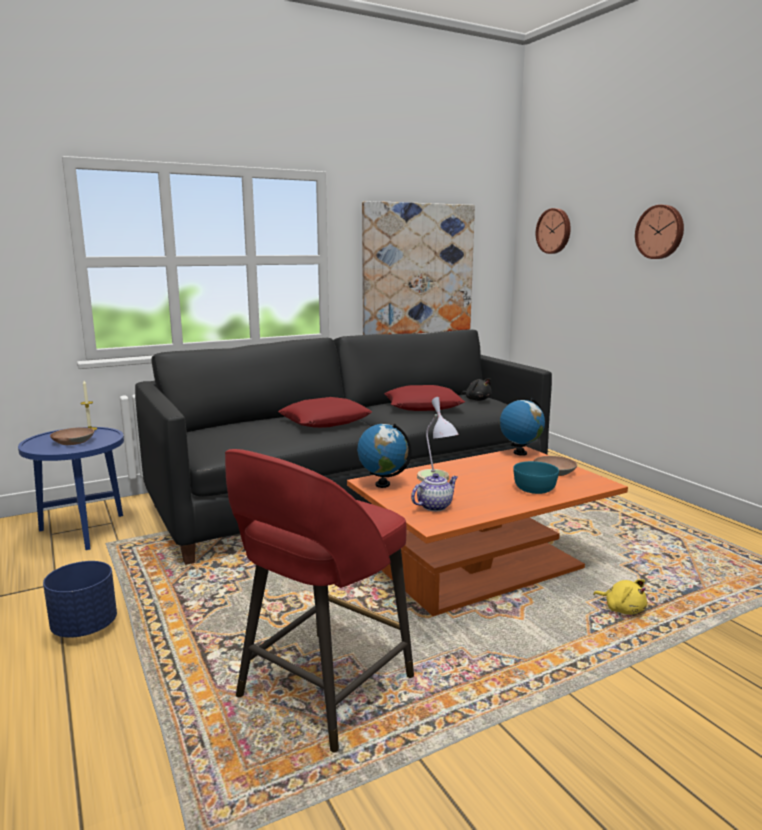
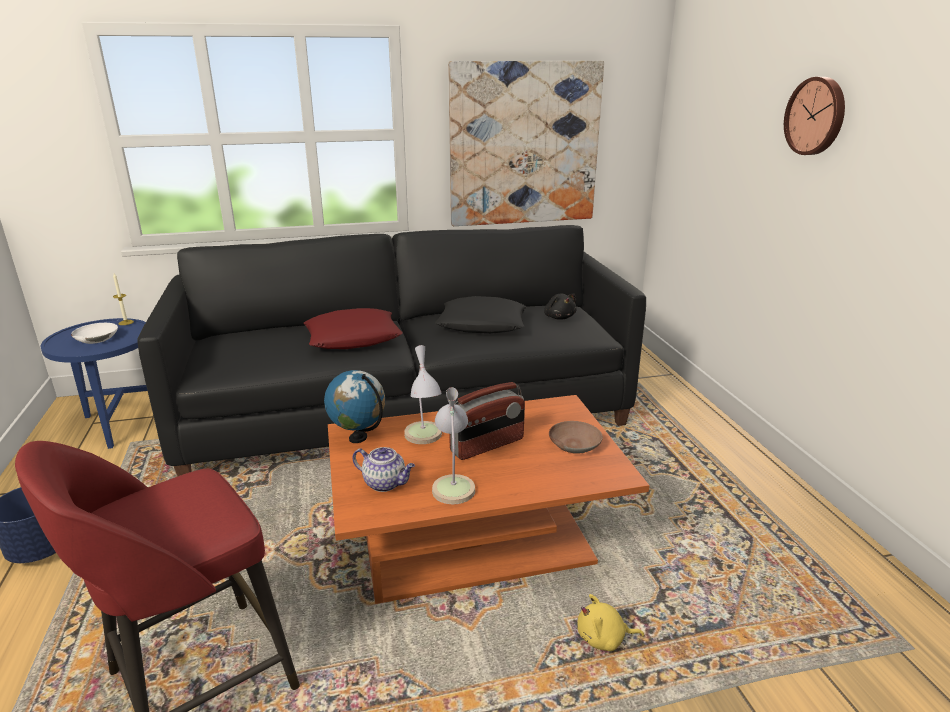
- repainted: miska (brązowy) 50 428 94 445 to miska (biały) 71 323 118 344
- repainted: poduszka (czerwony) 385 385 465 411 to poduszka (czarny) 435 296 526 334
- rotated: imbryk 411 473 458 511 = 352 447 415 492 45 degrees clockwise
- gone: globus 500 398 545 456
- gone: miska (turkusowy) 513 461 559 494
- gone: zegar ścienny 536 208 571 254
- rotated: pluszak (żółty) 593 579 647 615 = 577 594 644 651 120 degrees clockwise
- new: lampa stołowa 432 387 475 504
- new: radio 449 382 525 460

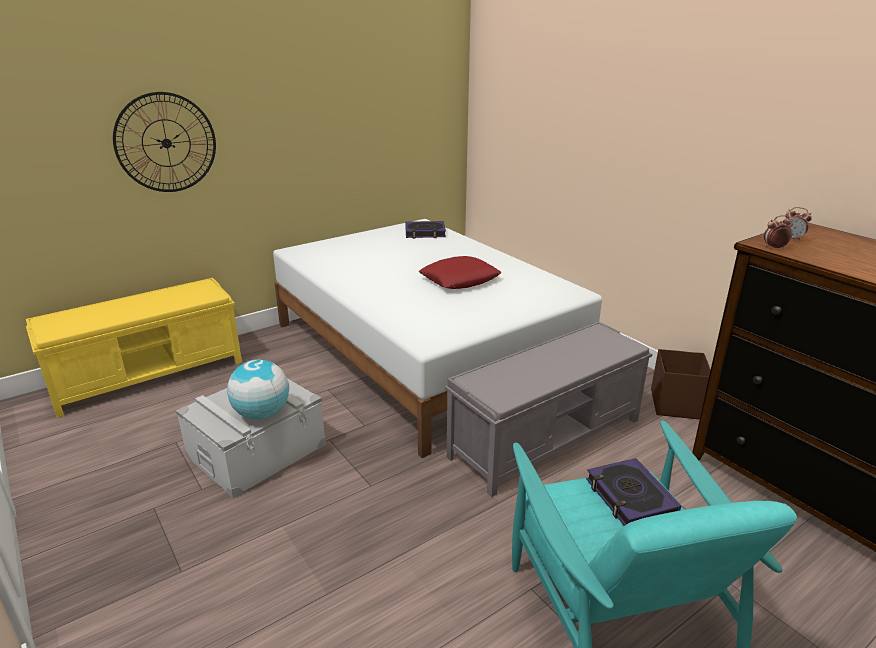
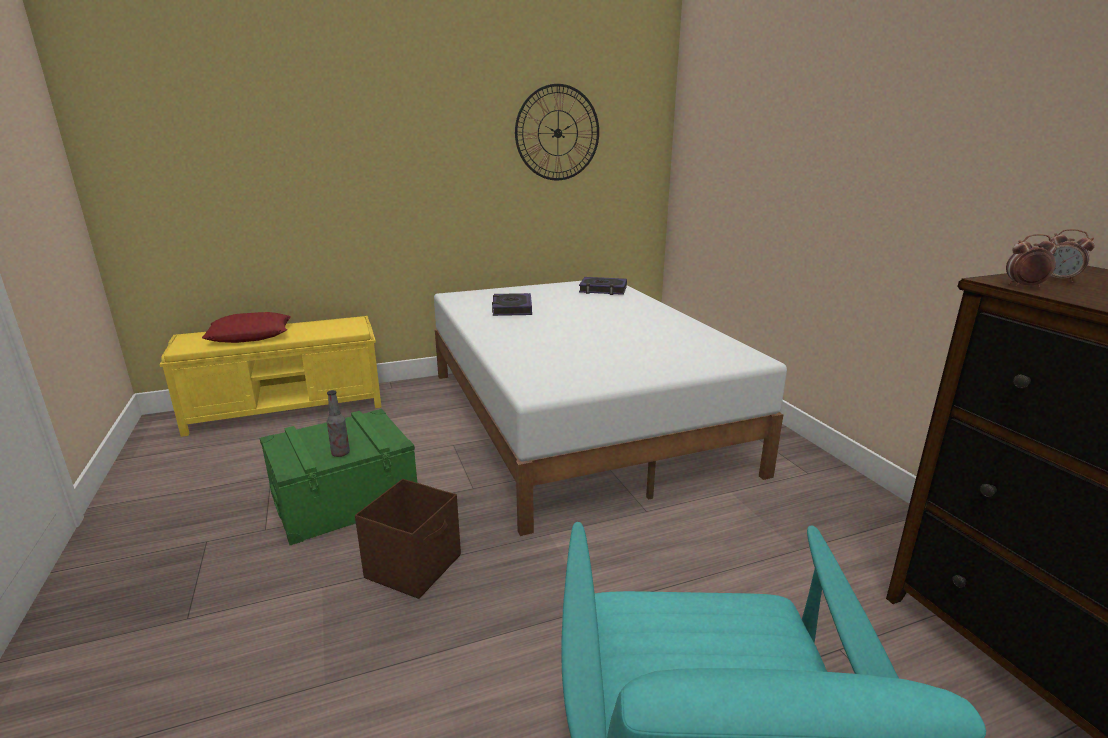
- shifted: zegar ścienny 113 92 216 192 to 515 84 599 180
- repainted: pojemnik do przechowywania (szary) 176 378 326 498 to pojemnik do przechowywania (zielony) 260 409 417 545
- swapped: globus 227 360 289 420 to butelka 327 390 350 457
- shifted: poduszka (czerwony) 419 256 502 289 to 202 312 291 343
- gone: ławka (szary) 445 322 652 497
- shifted: książka 586 458 682 526 to 492 293 532 316
- shifted: pojemnik do przechowywania (brązowy) 651 349 711 420 to 355 479 461 599

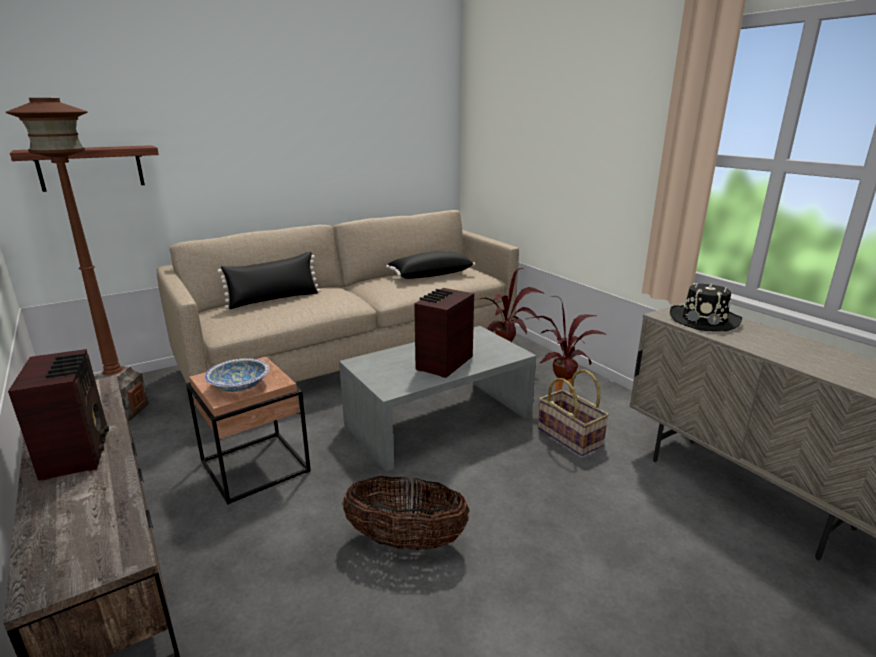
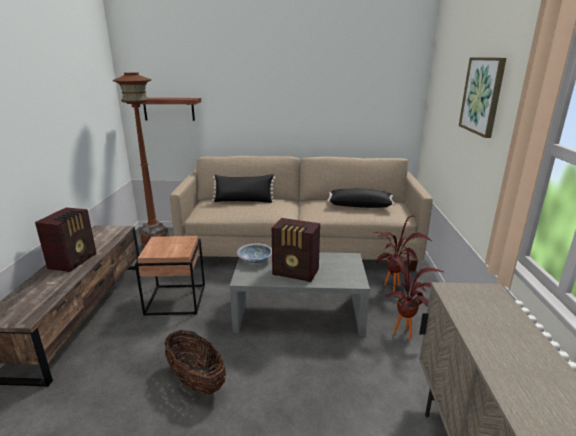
- shifted: miska 205 358 269 392 to 237 244 272 264
- rotated: radio 414 288 474 378 = 272 218 320 282 135 degrees counterclockwise
- gone: koszyk 538 369 609 456
- gone: kapelusz (czarny) 670 282 742 331
- new: obraz 459 57 506 138

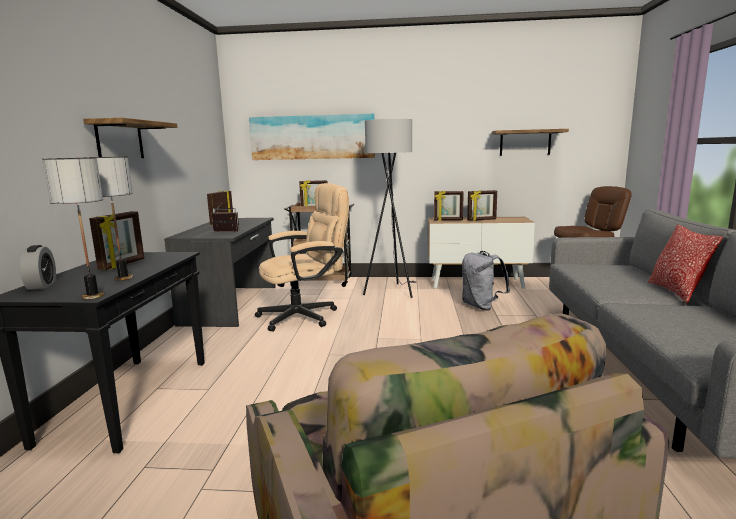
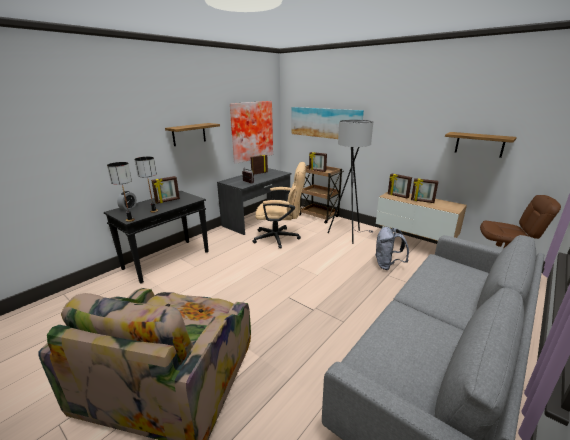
- gone: poduszka 648 225 723 303
- new: obraz 230 101 273 164

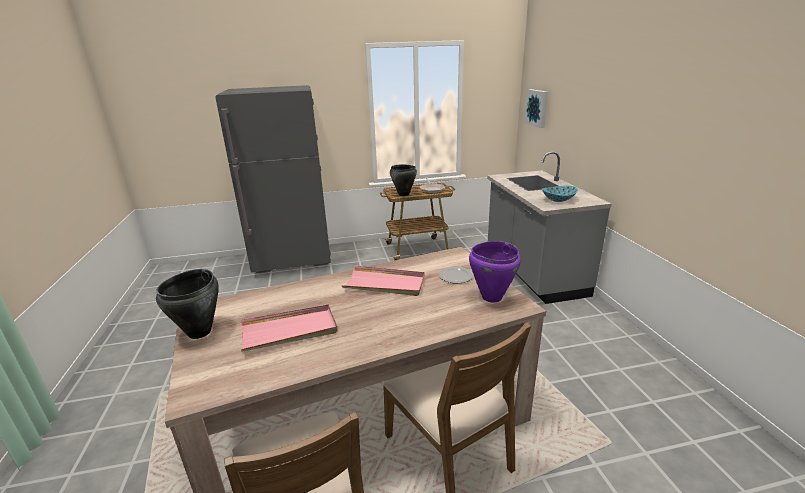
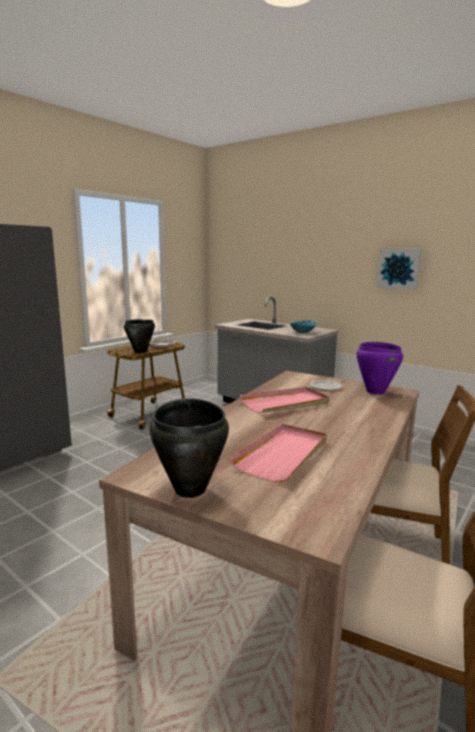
- shifted: obraz 525 89 548 128 to 377 248 422 290

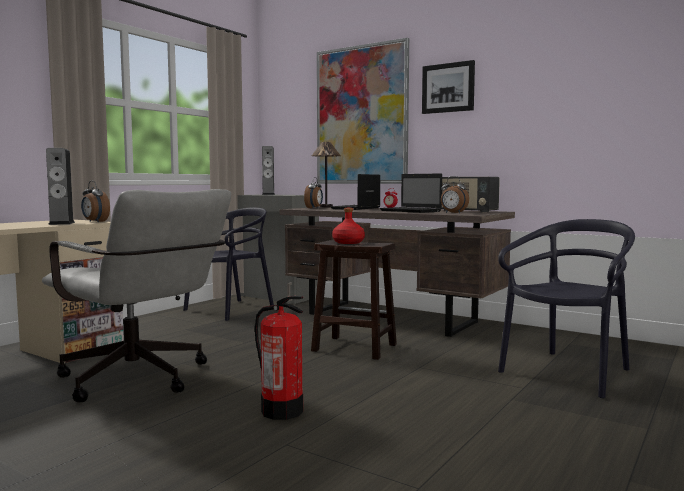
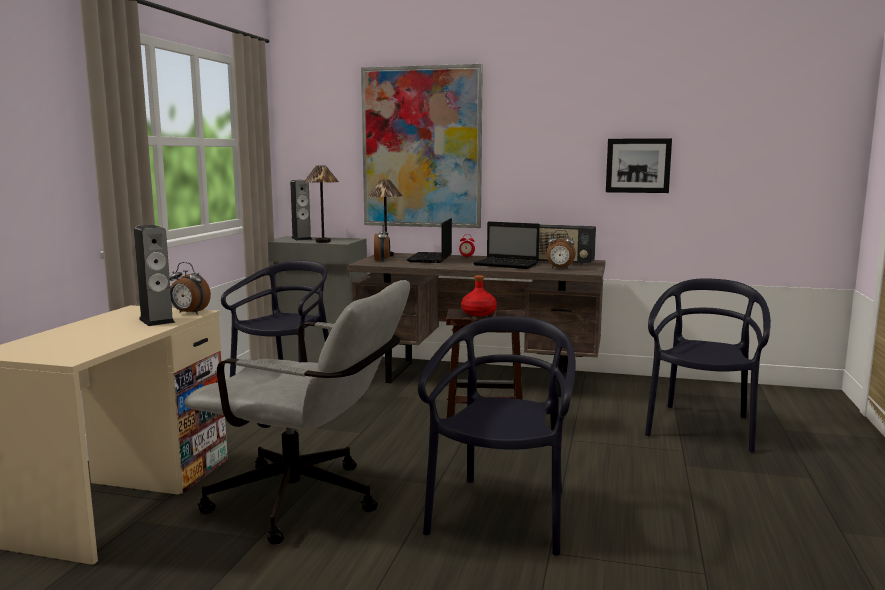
- swapped: gaśnica 255 296 303 420 to krzesło (czarny) 418 316 576 556
- shifted: obraz 422 60 475 114 to 606 138 672 193
- new: lampa stołowa 304 166 339 243

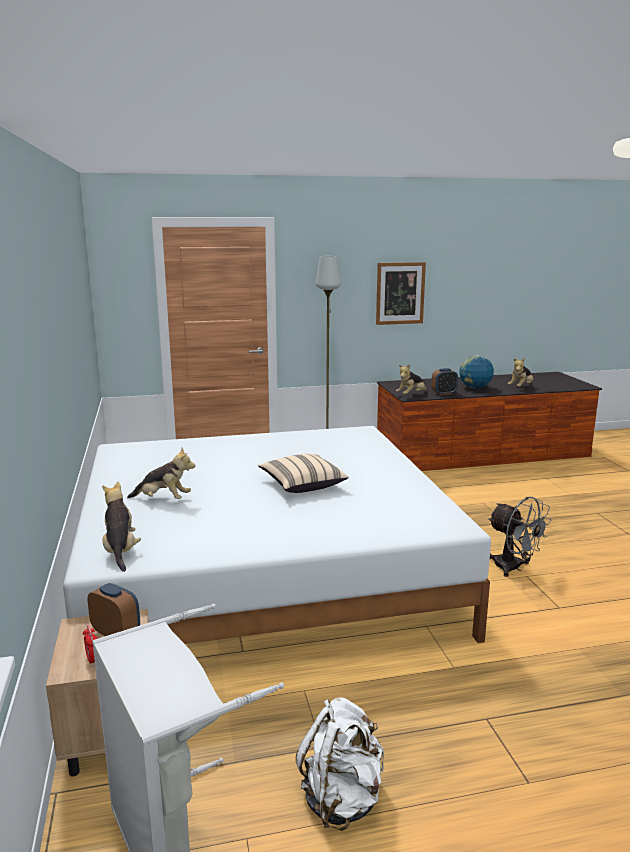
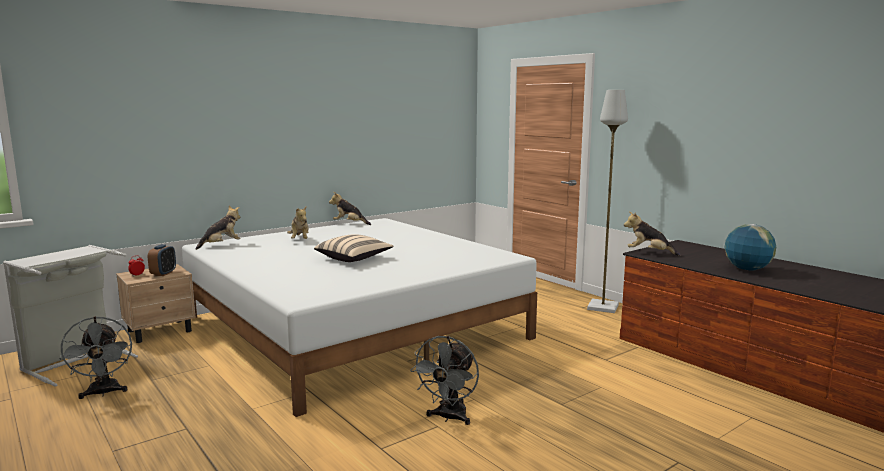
- swapped: plecak (biały) 296 697 384 831 to wentylator (szary) 60 316 132 399
- gone: obraz 376 262 426 325
- gone: budzik 431 368 458 395
- shifted: pluszak 508 358 533 387 to 329 192 371 225

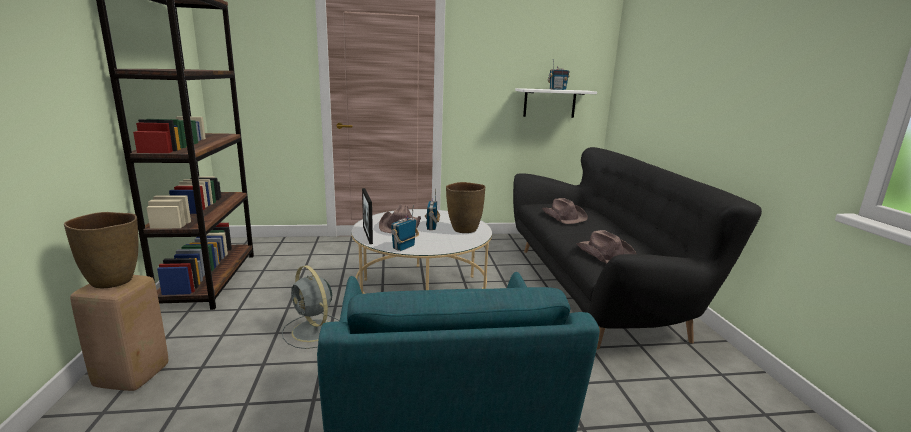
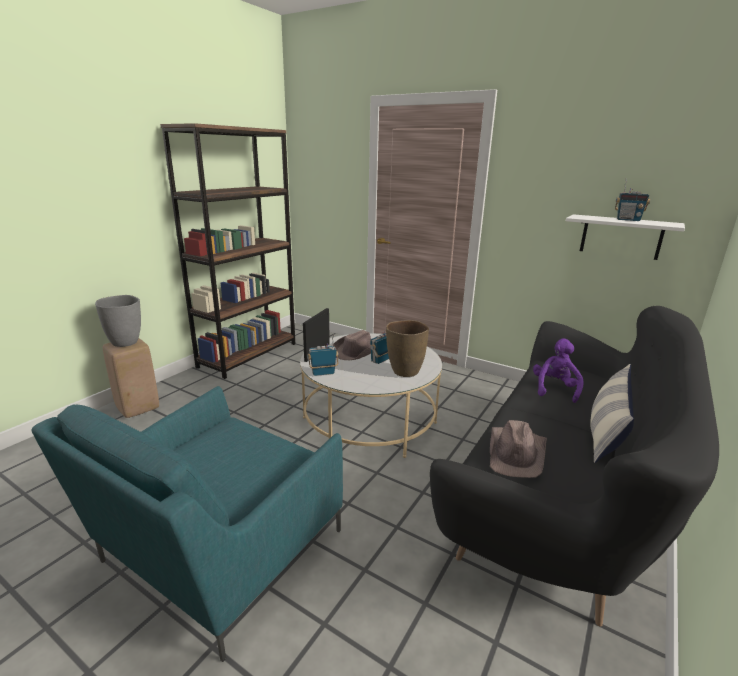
- repainted: wazon (brązowy) 64 212 138 288 to wazon (szary) 95 295 141 347
- gone: wentylator (szary) 282 265 340 349
- swapped: kapelusz (brązowy) 542 198 588 224 to pluszak (fioletowy) 533 338 584 403
- new: poduszka 590 364 634 463

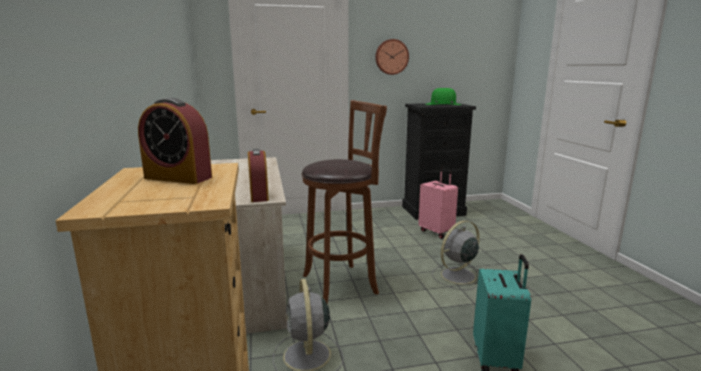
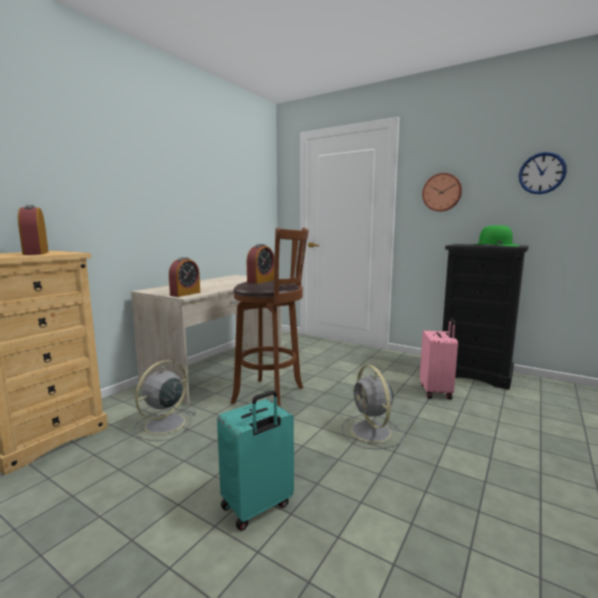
- rotated: wentylator (szary) 432 220 480 290 = 342 365 404 449 120 degrees counterclockwise
- new: budzik 247 244 274 284
- new: zegar ścienny 519 152 567 194

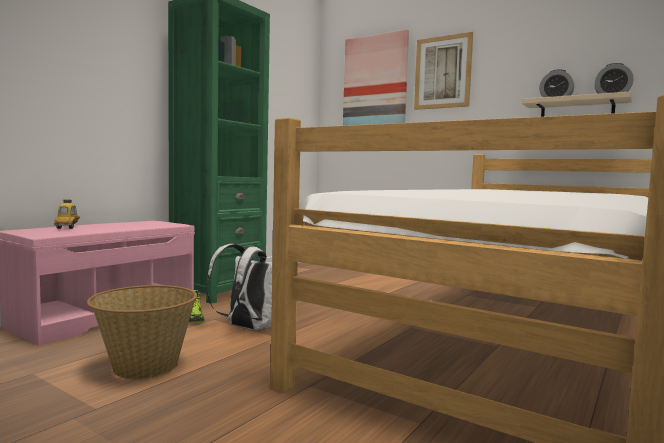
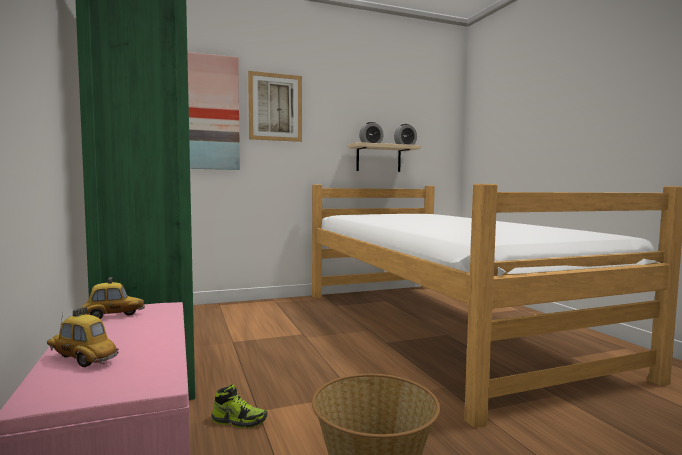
- gone: plecak (biały) 206 244 272 330
- new: samochodzik 80 277 145 319

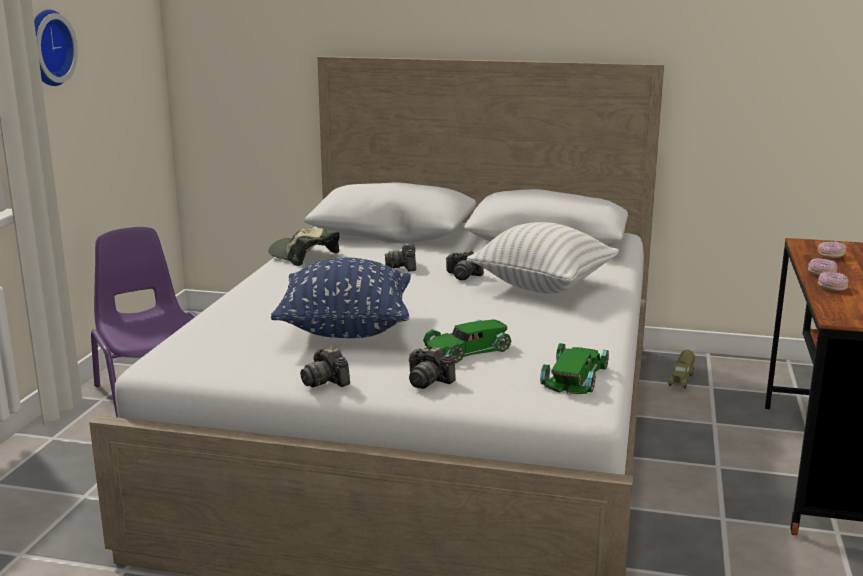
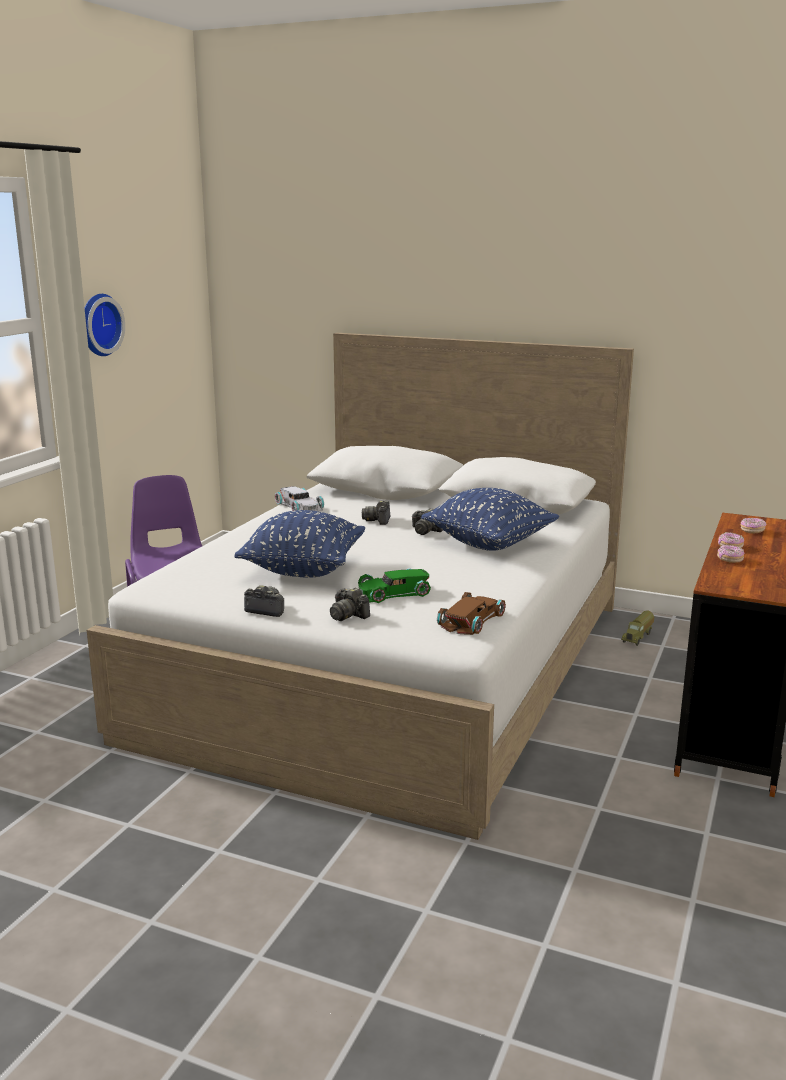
- swapped: czapka z daszkiem 268 228 340 266 to samochodzik (biały) 275 486 324 512
- rotated: aparat fotograficzny 300 348 350 387 = 244 585 284 617 135 degrees clockwise
- repainted: poduszka (biały) 466 222 619 294 to poduszka (niebieski) 421 488 559 551
- repainted: samochodzik (zielony) 540 343 609 394 to samochodzik (brązowy) 437 592 506 635

